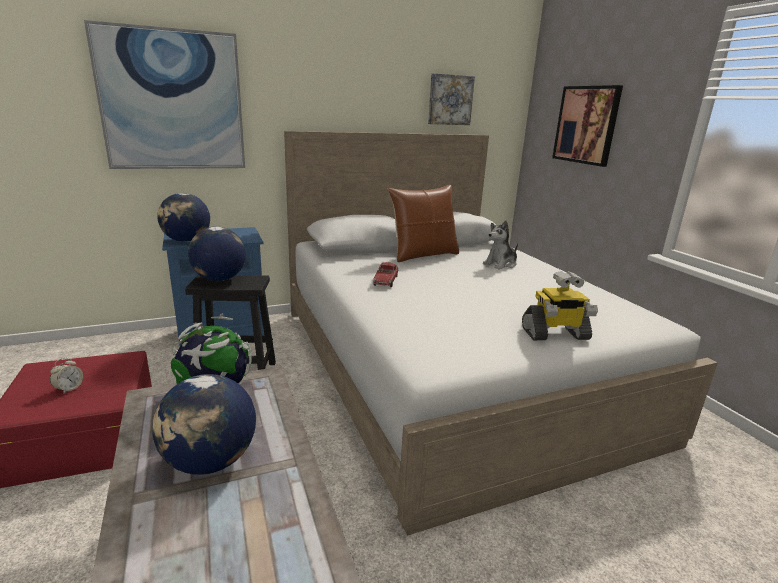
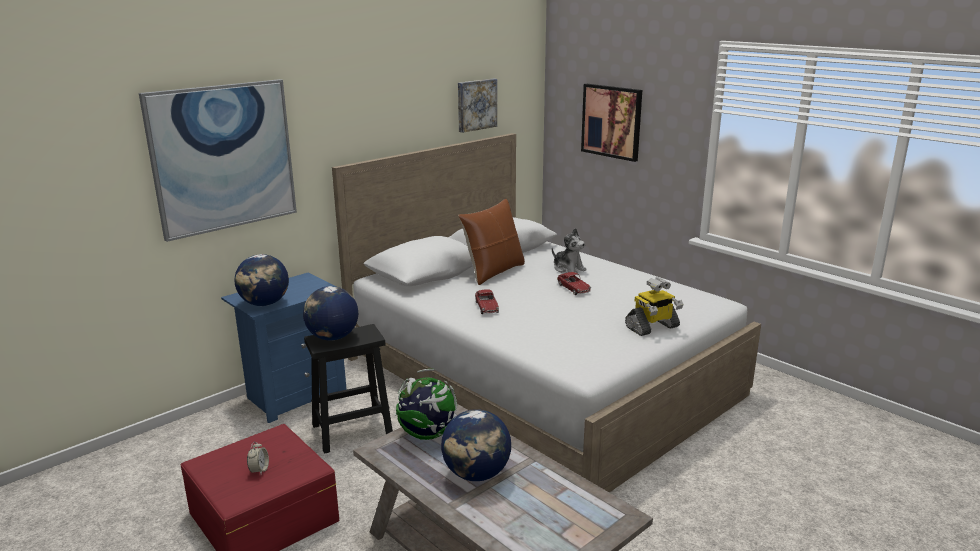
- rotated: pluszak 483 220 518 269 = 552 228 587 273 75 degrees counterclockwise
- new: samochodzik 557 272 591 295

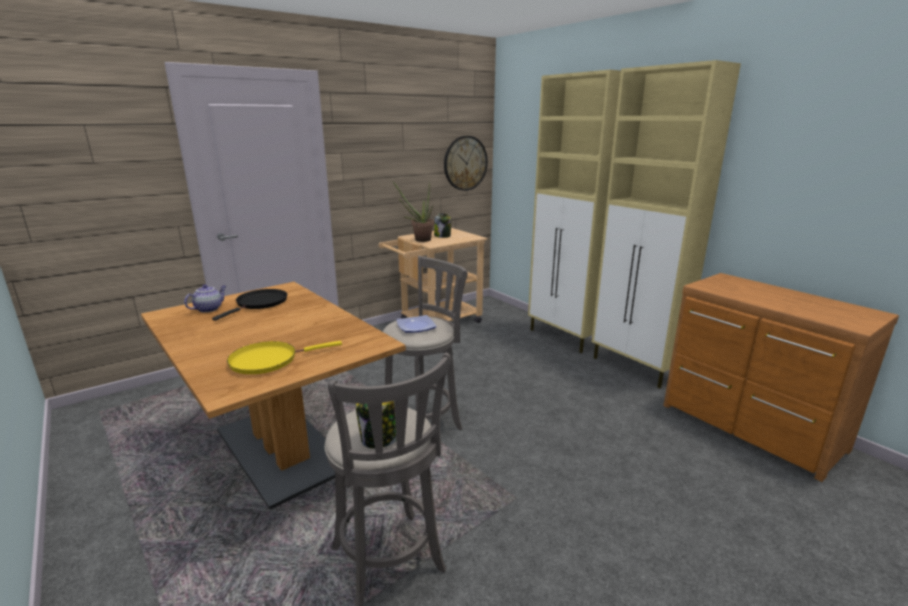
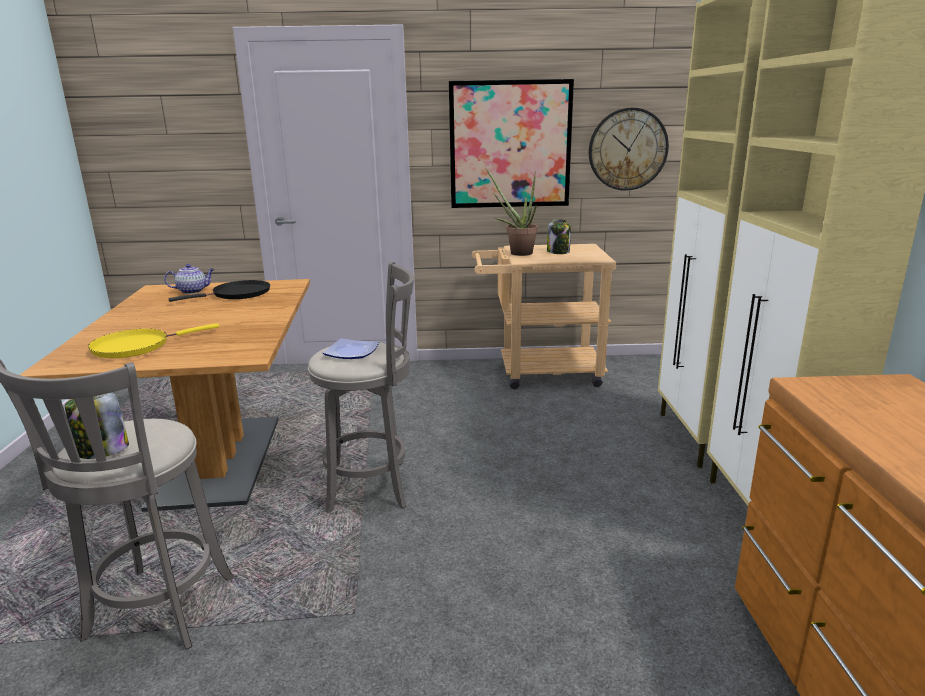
- rotated: patelnia (żółty) 227 341 342 374 = 88 323 219 358 45 degrees counterclockwise
- new: obraz 449 79 574 208

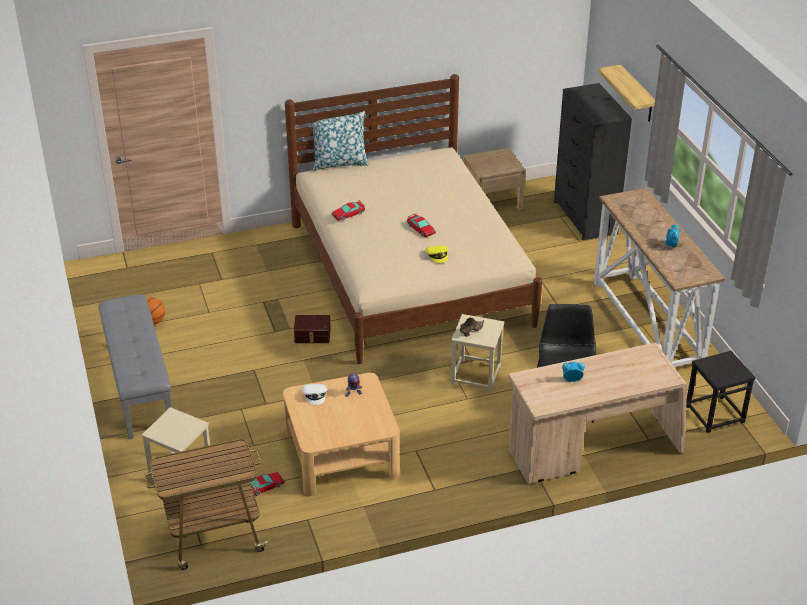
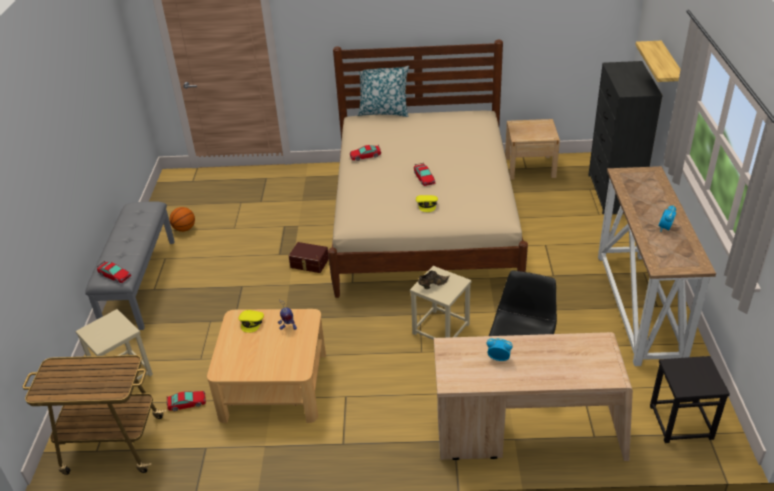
- repainted: czapka z daszkiem (biały) 302 384 327 405 to czapka z daszkiem (żółty) 238 310 264 333
- new: samochodzik 97 261 131 283

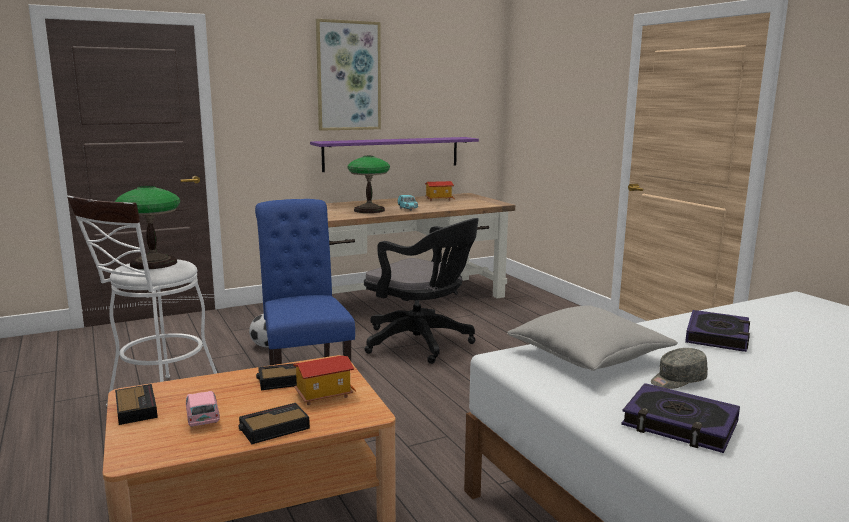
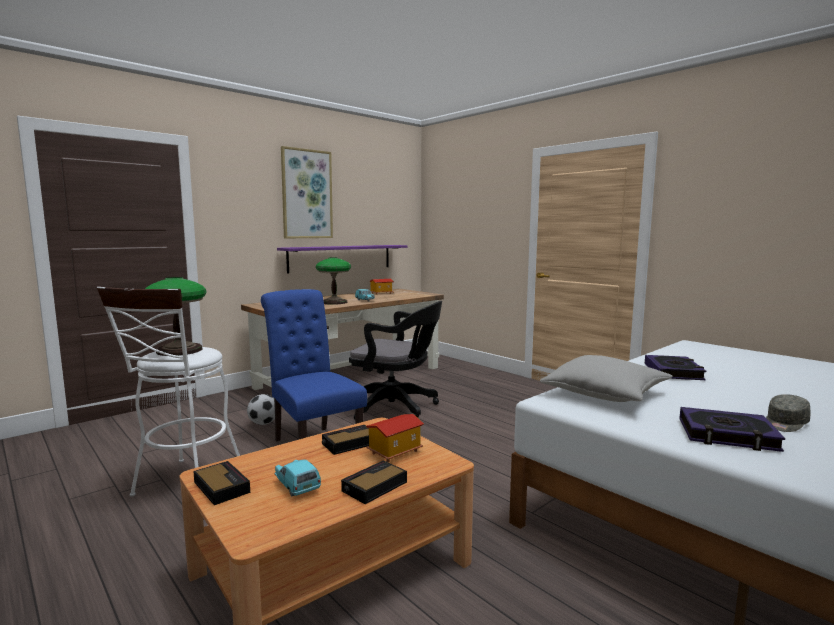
- repainted: samochodzik (różowy) 186 391 220 427 to samochodzik (turkusowy) 275 459 321 496
- shifted: czapka z daszkiem (szary) 651 348 708 389 to 766 394 811 432

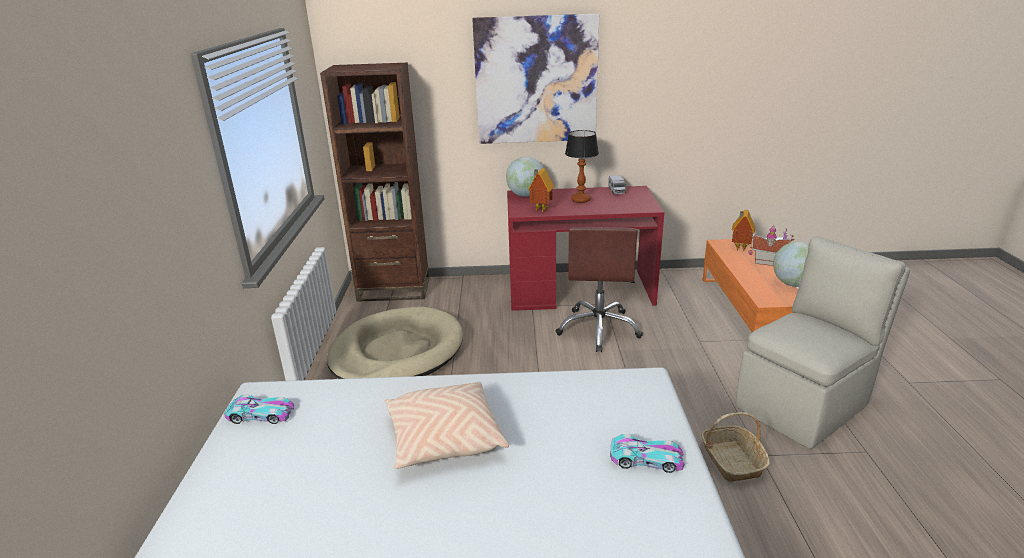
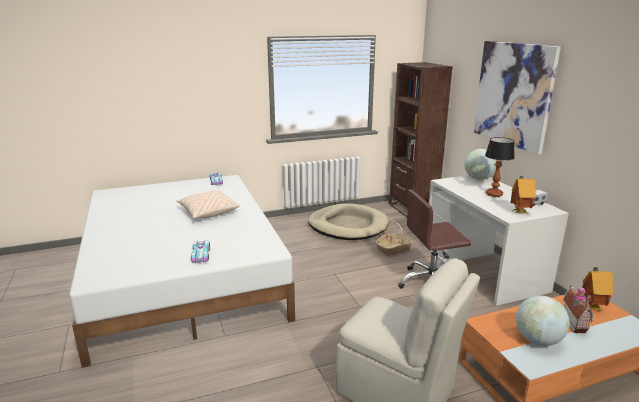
- repainted: biurko (czerwony) 507 186 664 311 to biurko (biały) 425 175 569 306
- shifted: domek 528 168 554 212 to 510 176 536 213
- shifted: koszyk 701 412 770 482 to 375 221 413 256

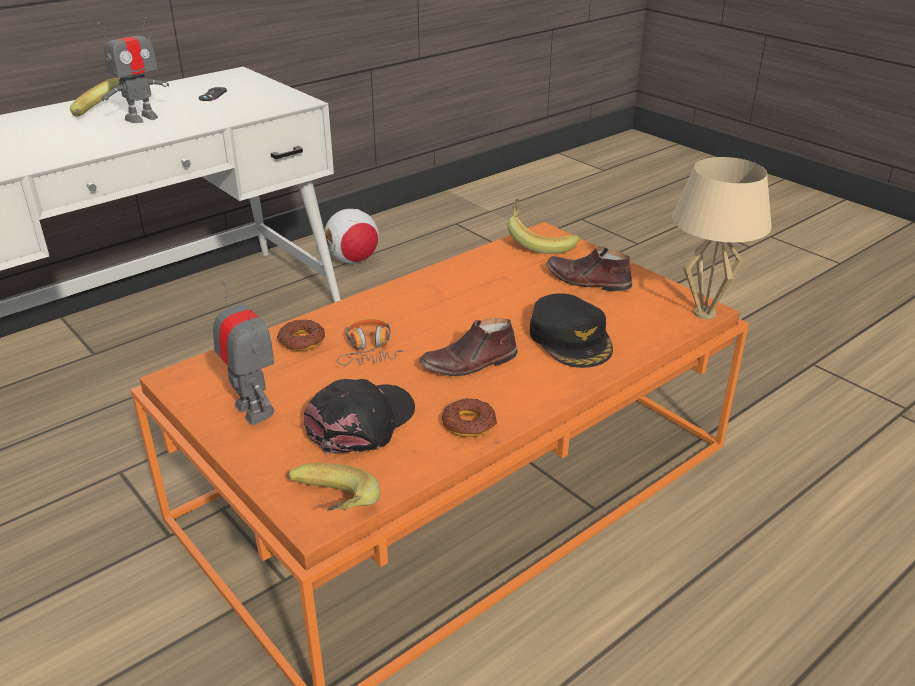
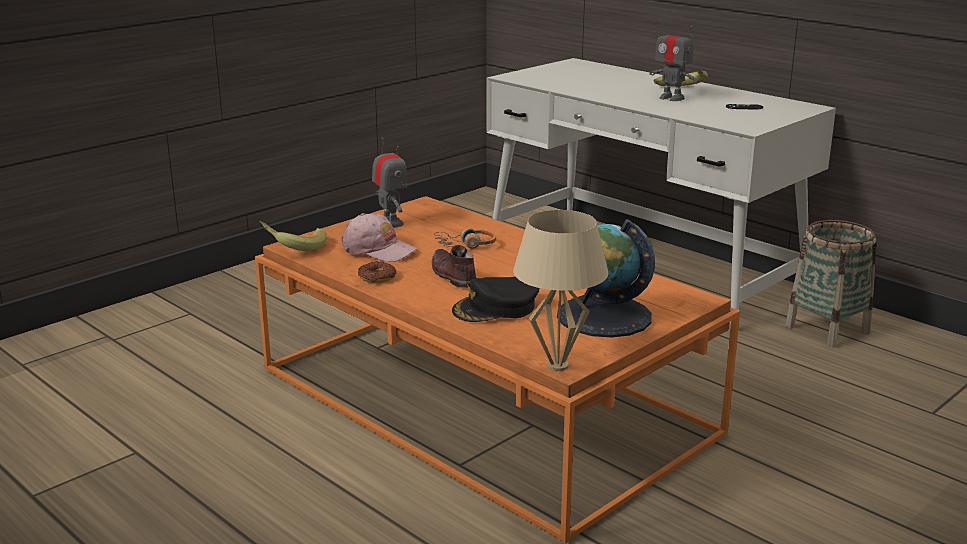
- rotated: robot zabawkowy 213 282 274 425 = 372 138 407 228 75 degrees counterclockwise
- gone: donut 277 319 325 351
- repainted: czapka z daszkiem (czarny) 304 379 415 454 to czapka z daszkiem (różowy) 341 213 418 262
- swapped: piłka futbolowa 324 209 379 264 to koszyk 785 220 877 348
- gone: banan 507 199 580 254
- swapped: but (brązowy) 547 246 632 291 to globus 557 219 655 338

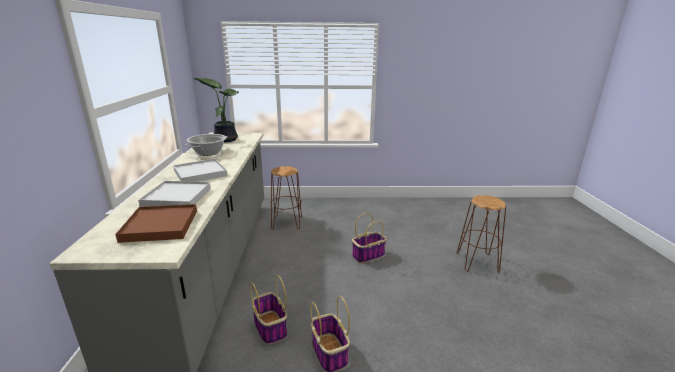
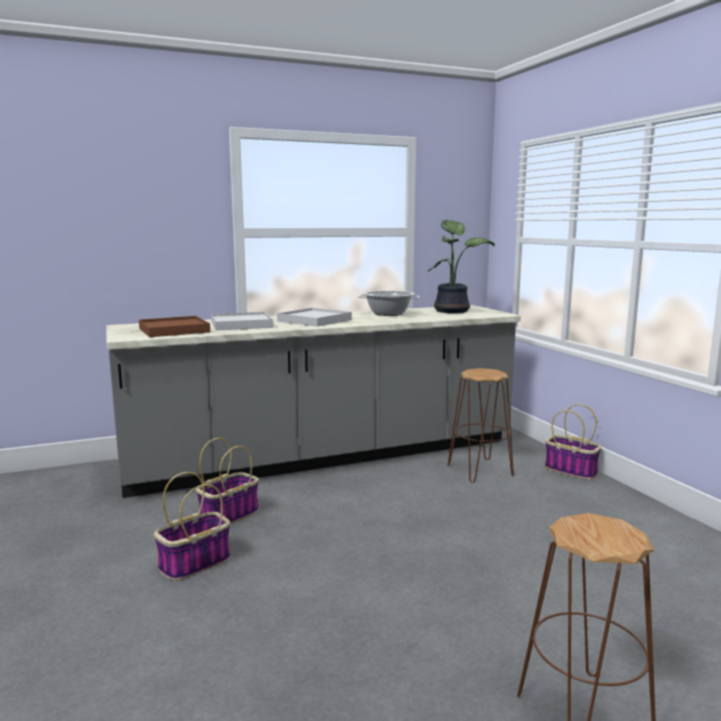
- shifted: koszyk 352 213 387 263 to 545 404 601 480

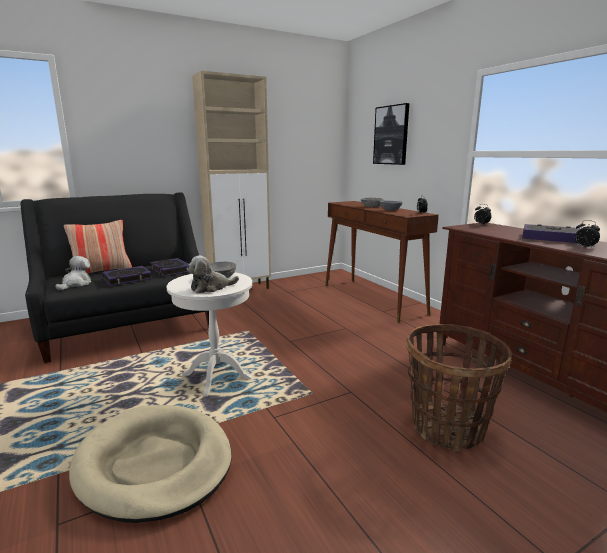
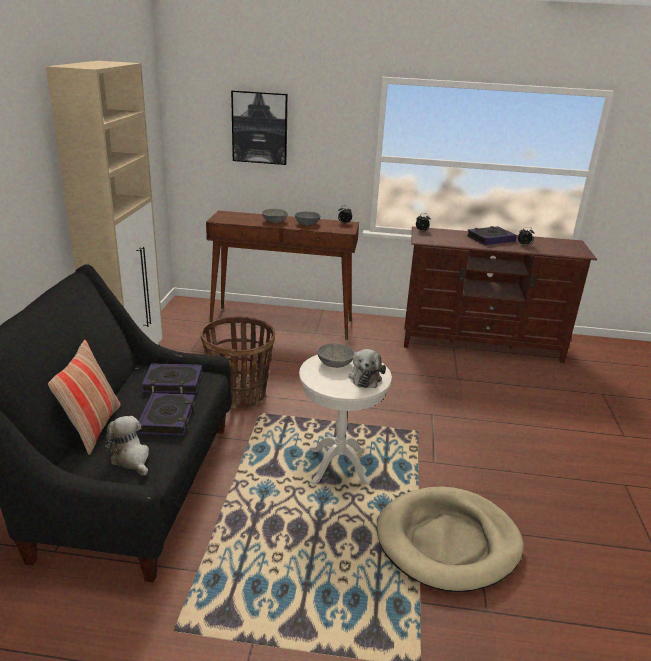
- shifted: koszyk 406 324 512 452 to 201 316 275 409

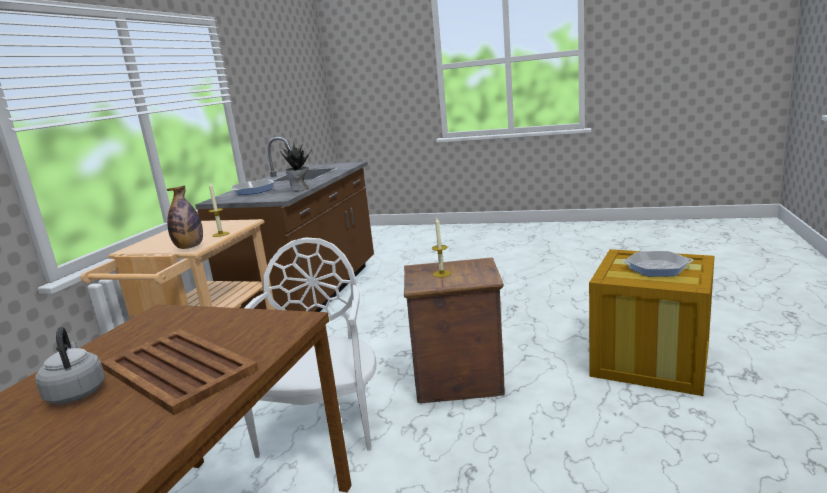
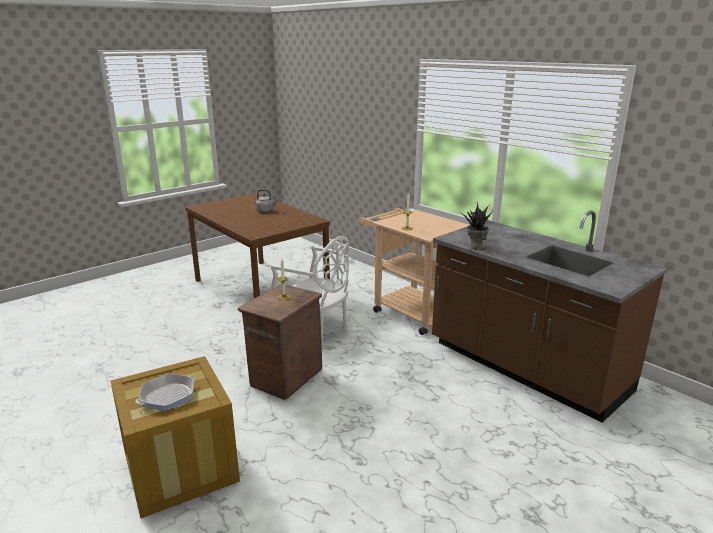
- gone: taca (brązowy) 101 329 258 415
- gone: butelka 167 186 203 249
- gone: patelnia 231 179 274 195

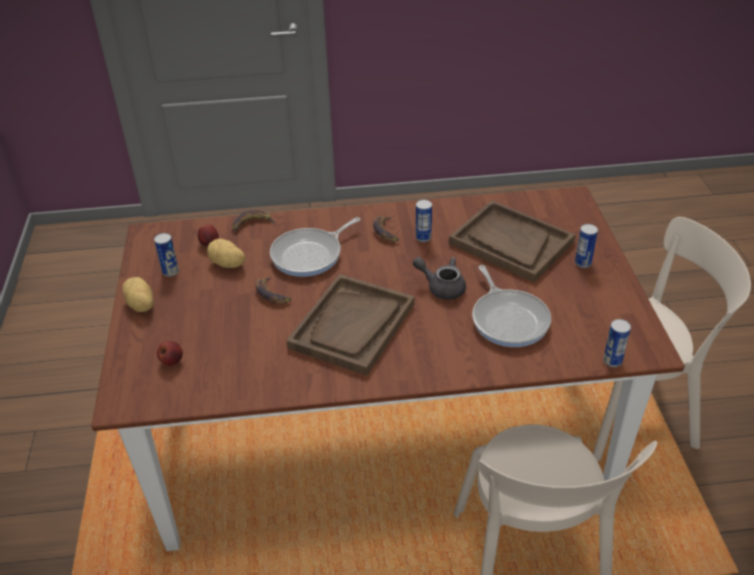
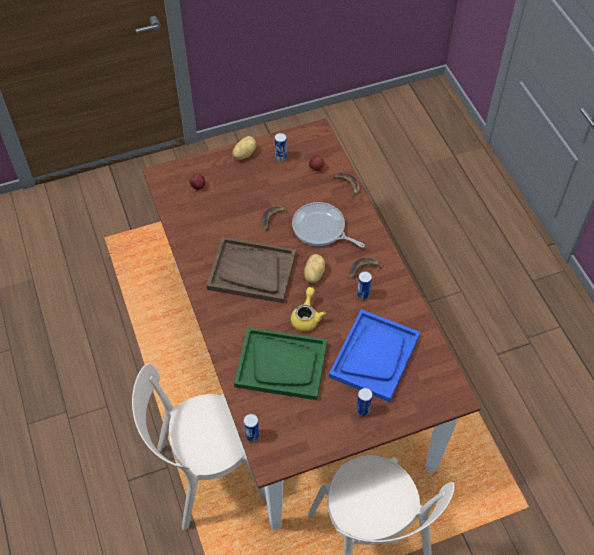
- shifted: ziemniak 207 238 245 268 to 304 254 325 283
- repainted: imbryk (szary) 413 257 466 300 to imbryk (żółty) 291 287 326 332
- repainted: taca (brązowy) 449 200 575 282 to taca (niebieski) 329 309 420 402
- swapped: patelnia 472 265 551 347 to taca (zielony) 234 327 328 400

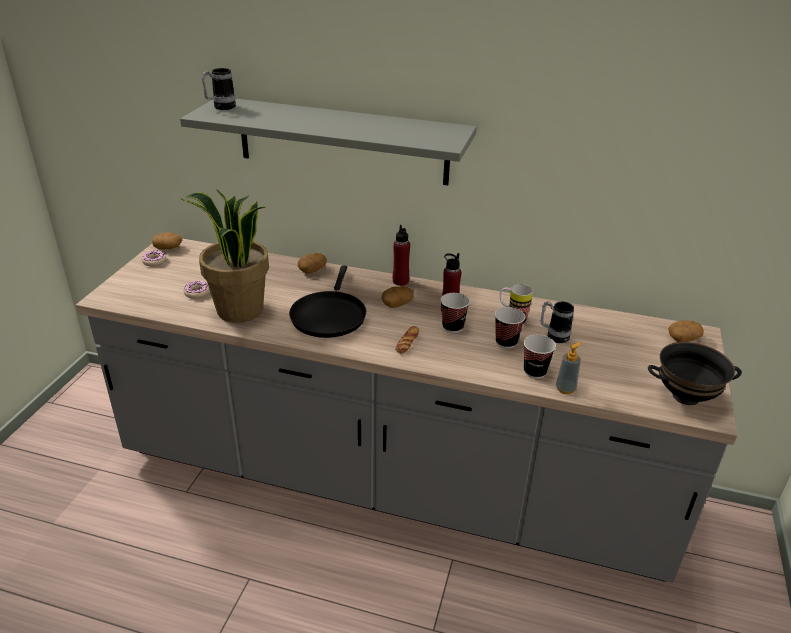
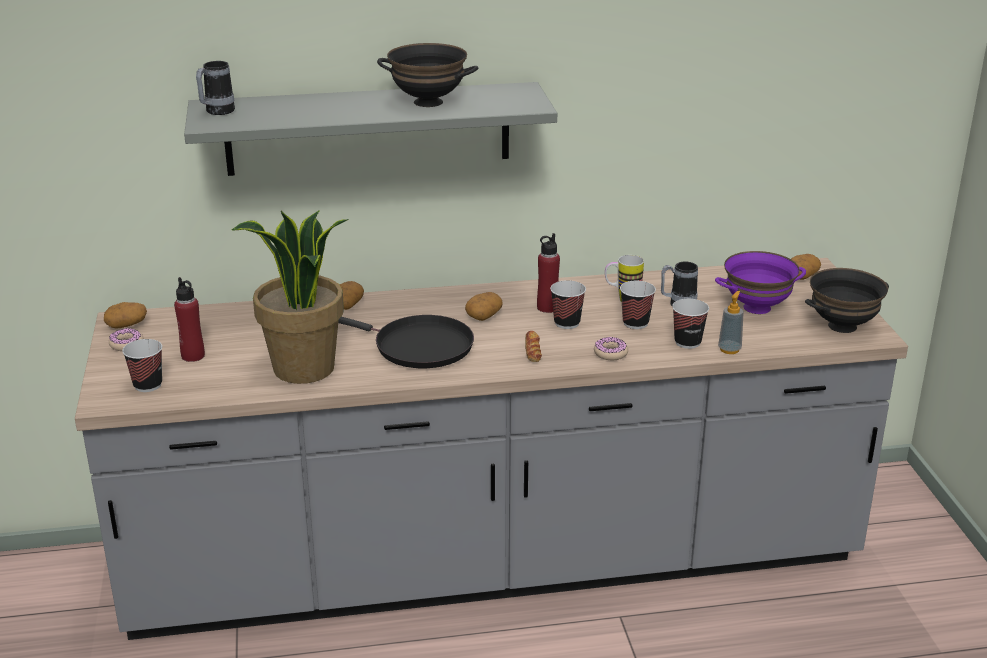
- shifted: donut 184 281 210 299 to 594 337 628 360
- rotated: patelnia (czarny) 289 265 366 338 = 338 315 474 368 45 degrees counterclockwise
- shifted: butelka (czerwony) 393 225 410 286 to 174 277 205 362
- new: filiżanka 122 339 162 392
- new: miska (czarny) 377 43 478 107
- new: miska (fioletowy) 715 251 806 314

